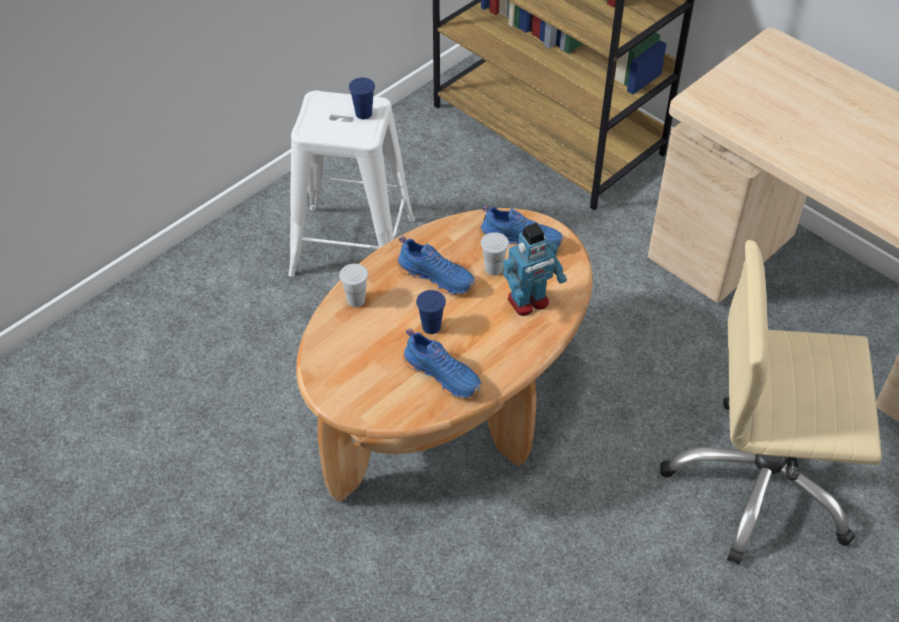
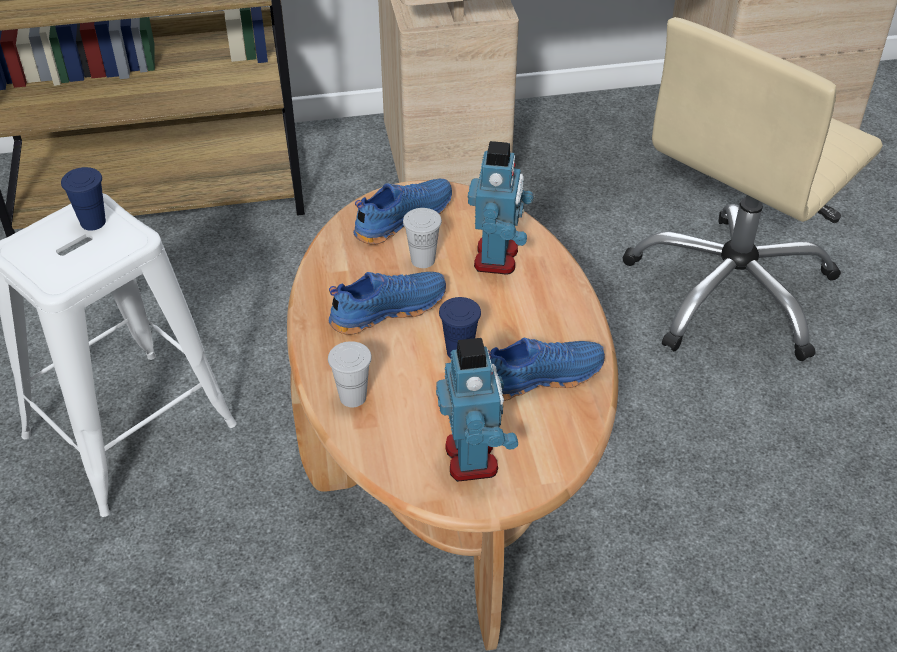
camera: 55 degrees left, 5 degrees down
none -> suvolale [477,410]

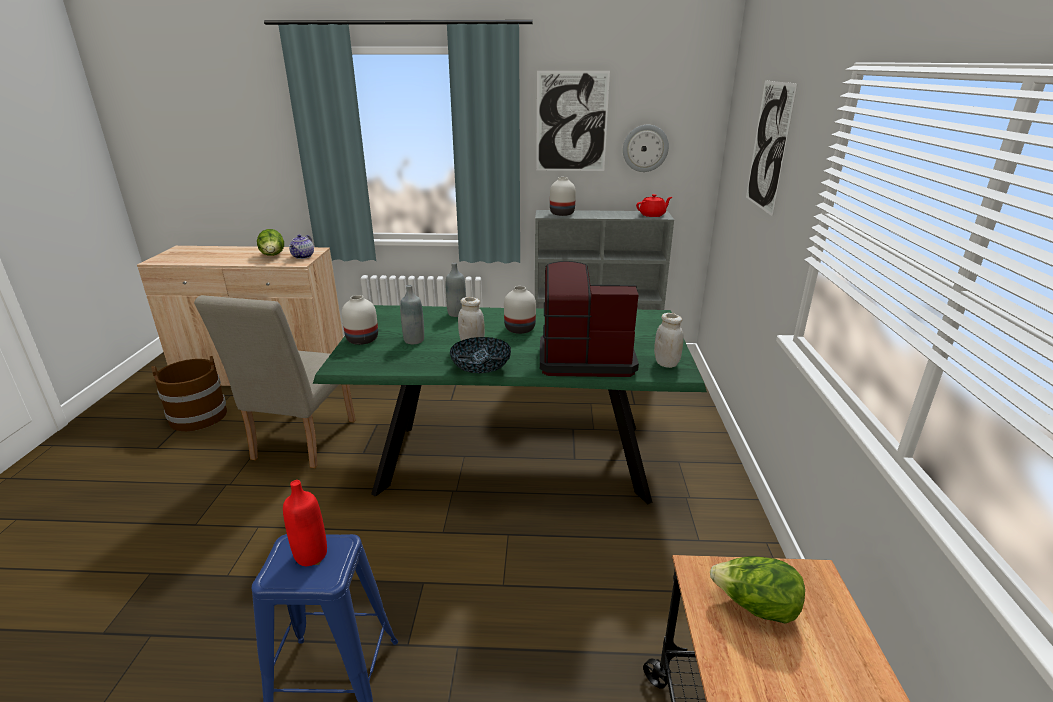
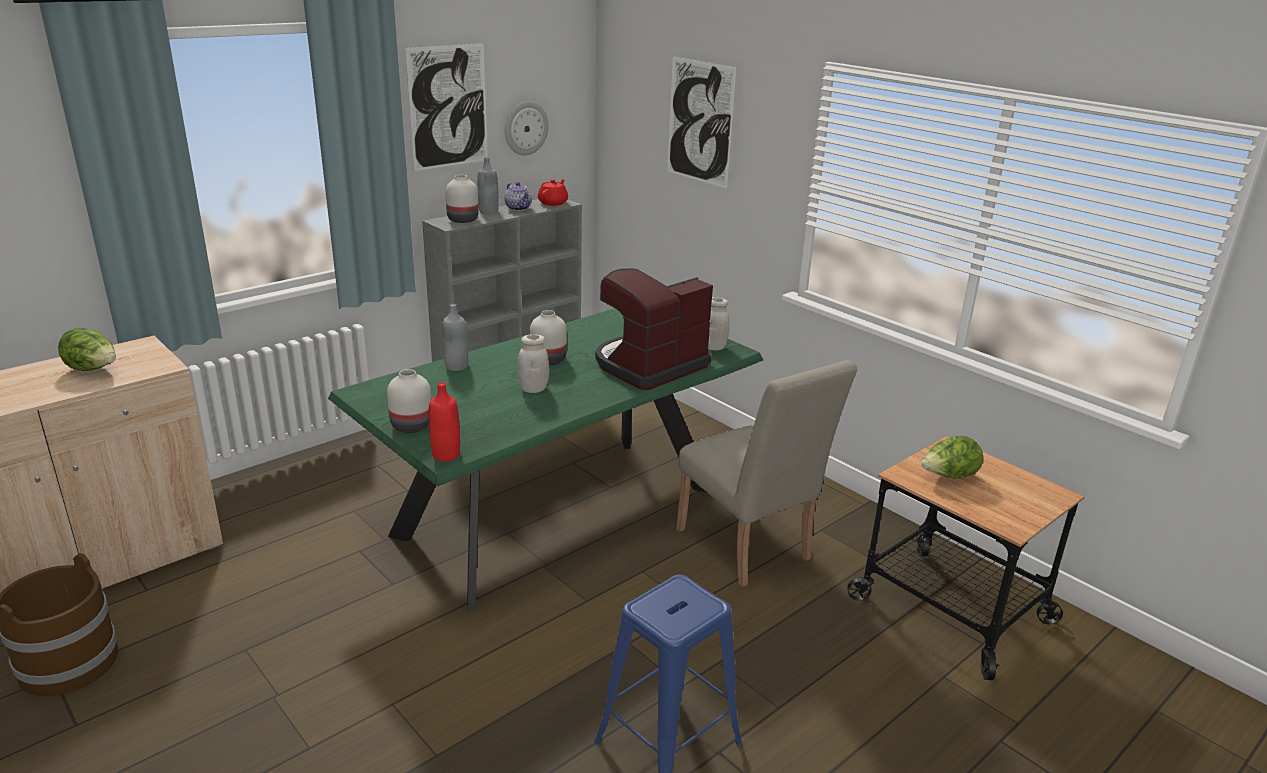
camera: 45 degrees left, 0 degrees up
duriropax [301,246] -> duriropax [518,196], moved
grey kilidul [412,314] -> grey kilidul [488,186], moved
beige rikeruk [275,381] -> beige rikeruk [766,473], moved
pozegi [480,355] -> none
red kilidul [305,523] -> red kilidul [444,421], moved

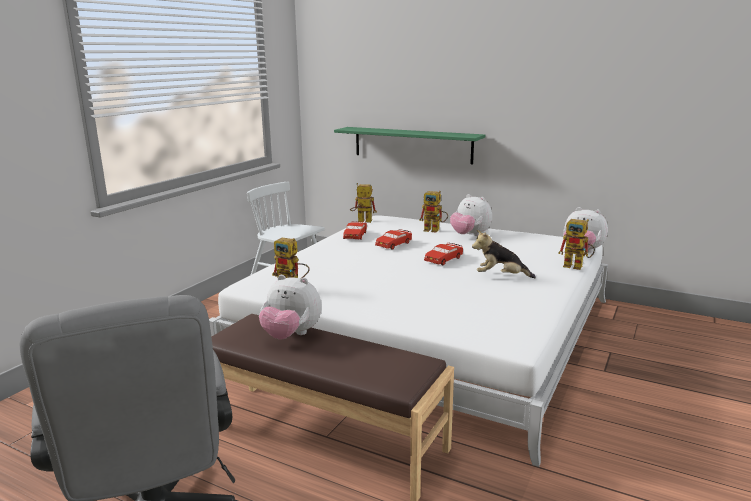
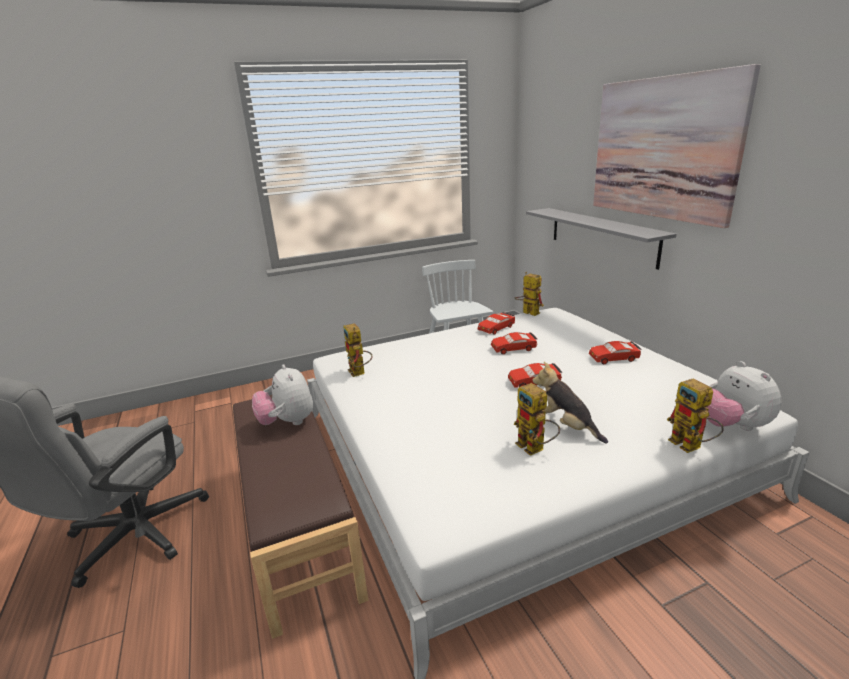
camera: 40 degrees right, 5 degrees up
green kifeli [409,145] -> grey kifeli [601,239]
suvolale [433,212] -> suvolale [537,419], moved
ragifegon [471,215] -> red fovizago [615,352]
none -> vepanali [677,146]

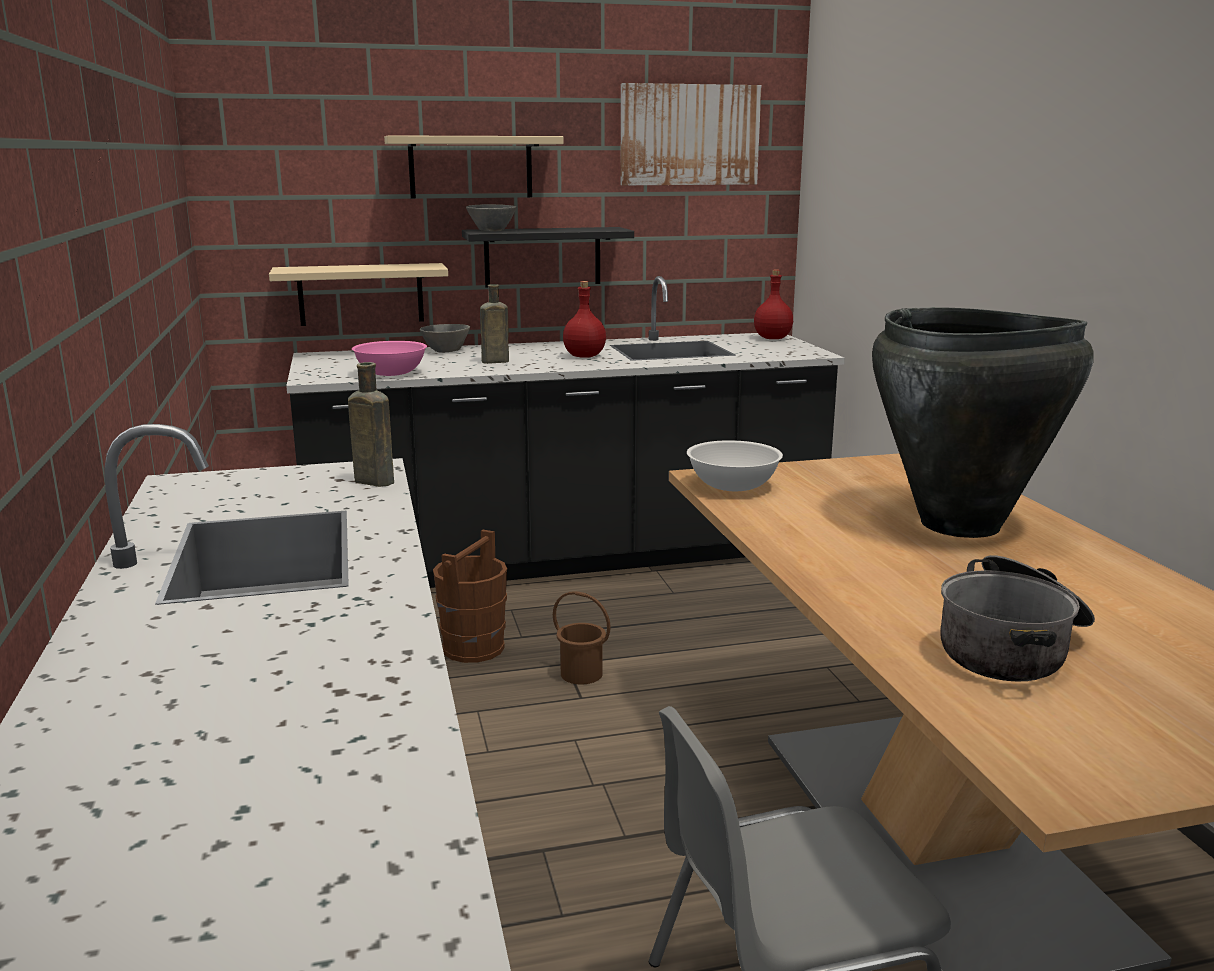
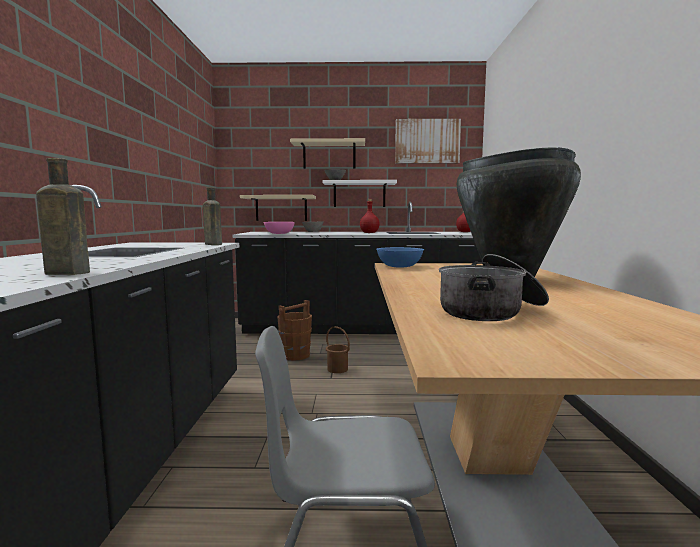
camera: 15 degrees right, 10 degrees down
black kifeli [548,257] -> white kifeli [360,193]
brown kilidul [494,324] -> brown kilidul [63,216], moved
white pozegi [735,465] -> blue pozegi [400,257]

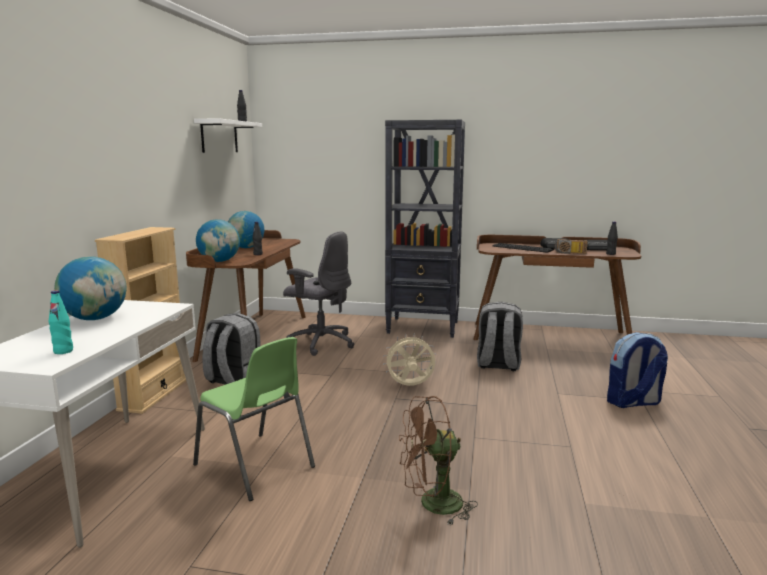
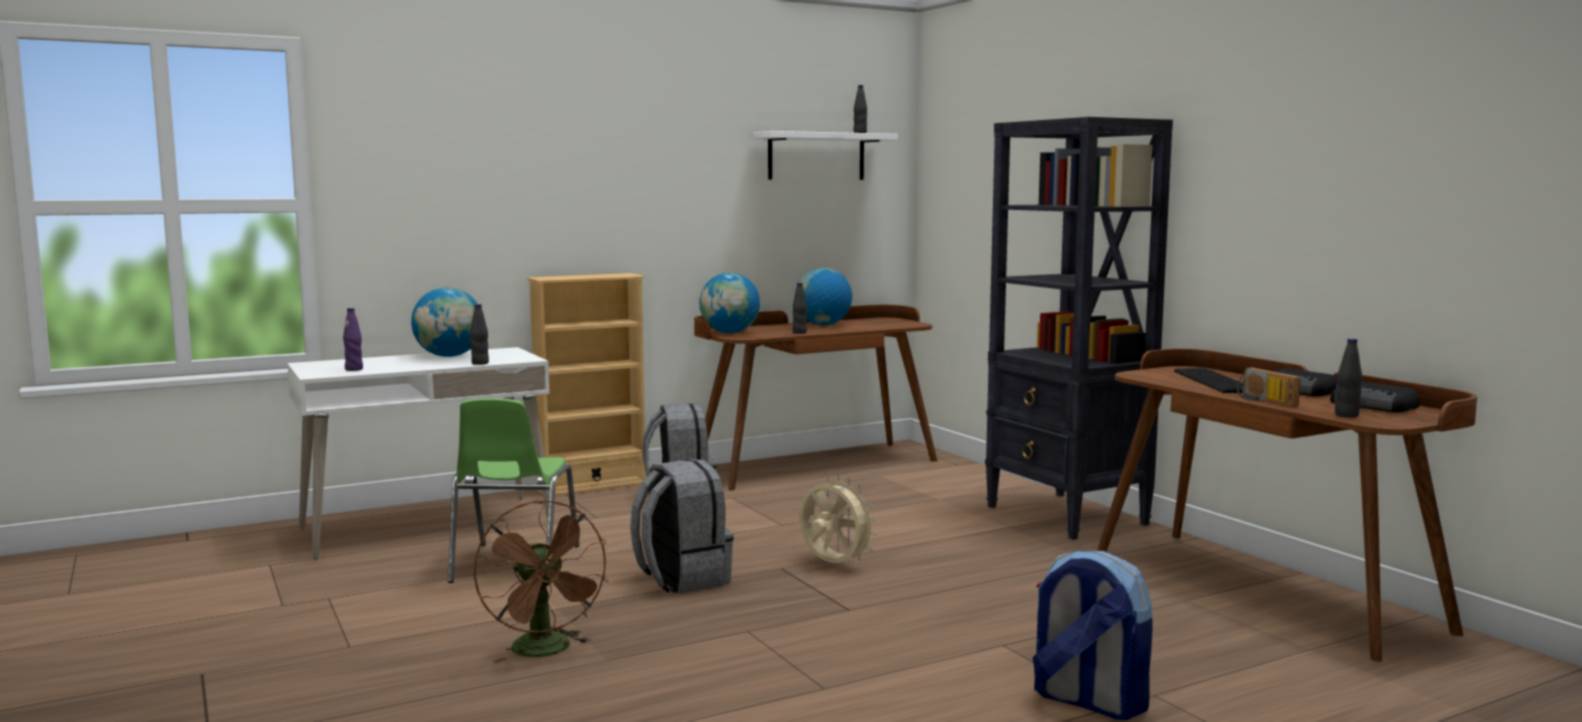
camera: 50 degrees right, 5 degrees down
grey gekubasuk [318,293] -> none
turquoise kilidul [61,322] -> purple kilidul [353,339]
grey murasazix [500,336] -> grey murasazix [682,526], moved
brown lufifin [438,461] -> brown lufifin [541,581], 150 degrees counterclockwise
none -> black kilidul [479,334]

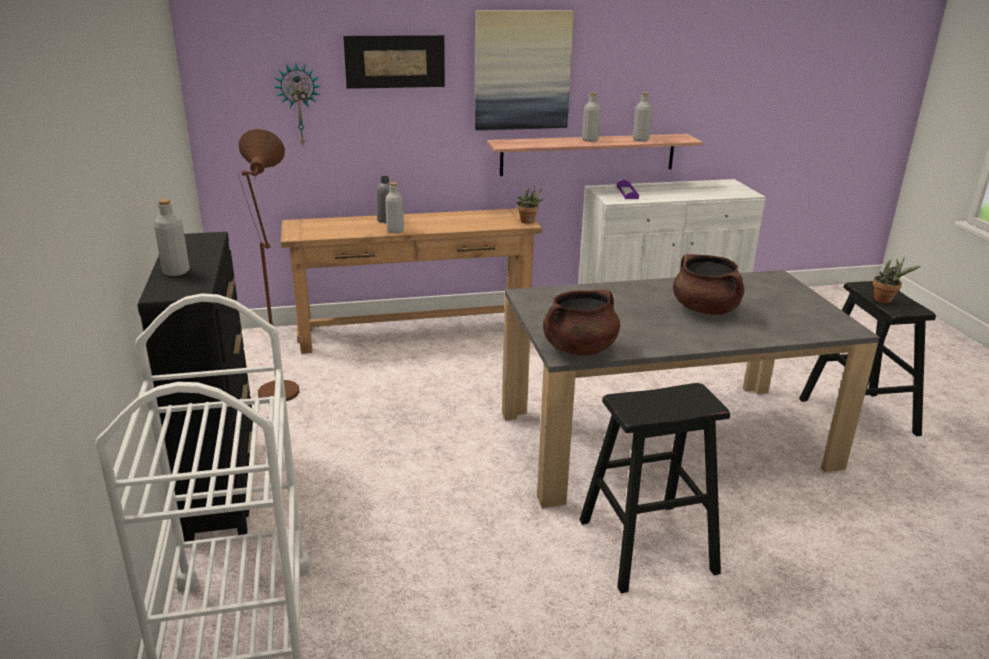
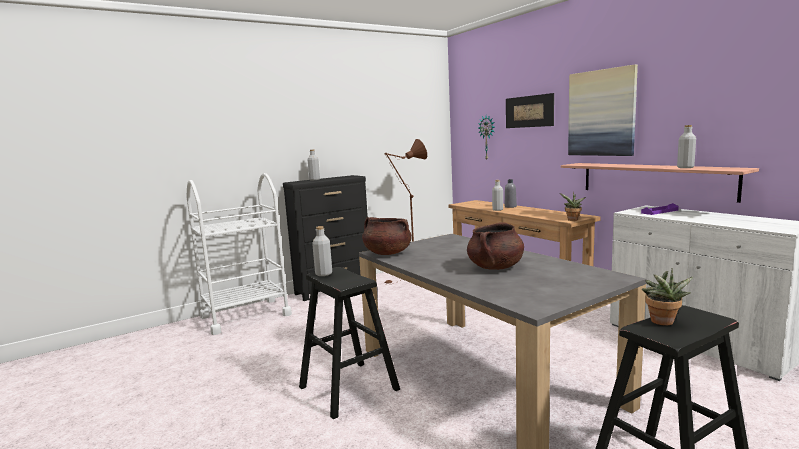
camera: 70 degrees right, 15 degrees down
grey kilidul [591,117] -> grey kilidul [322,251], moved

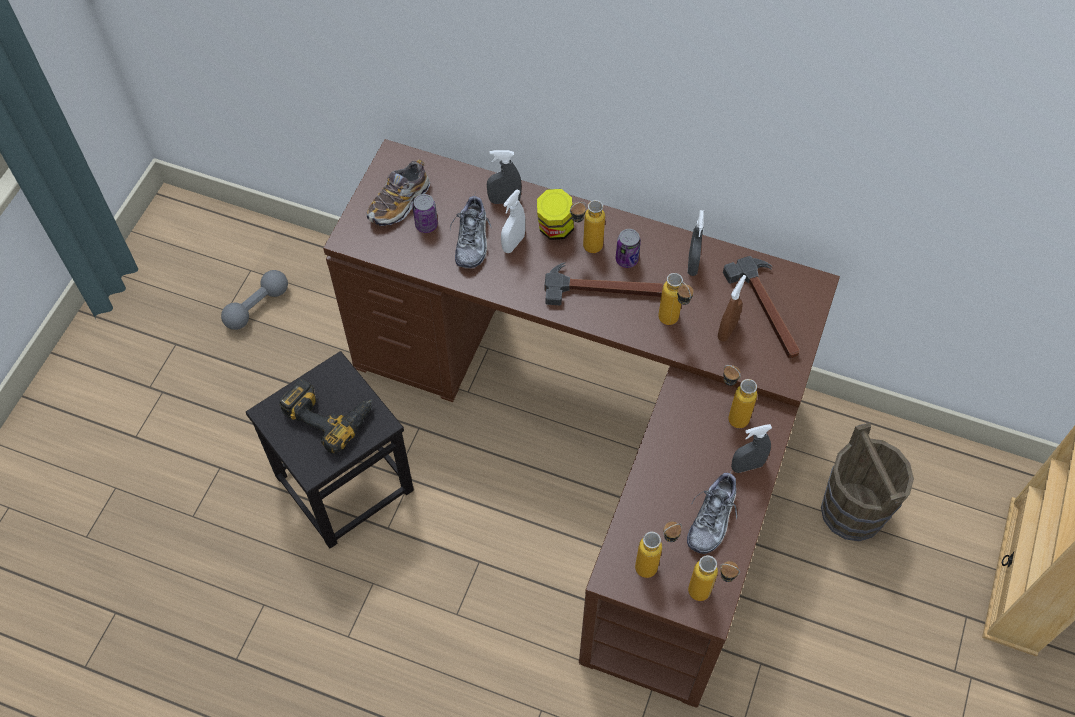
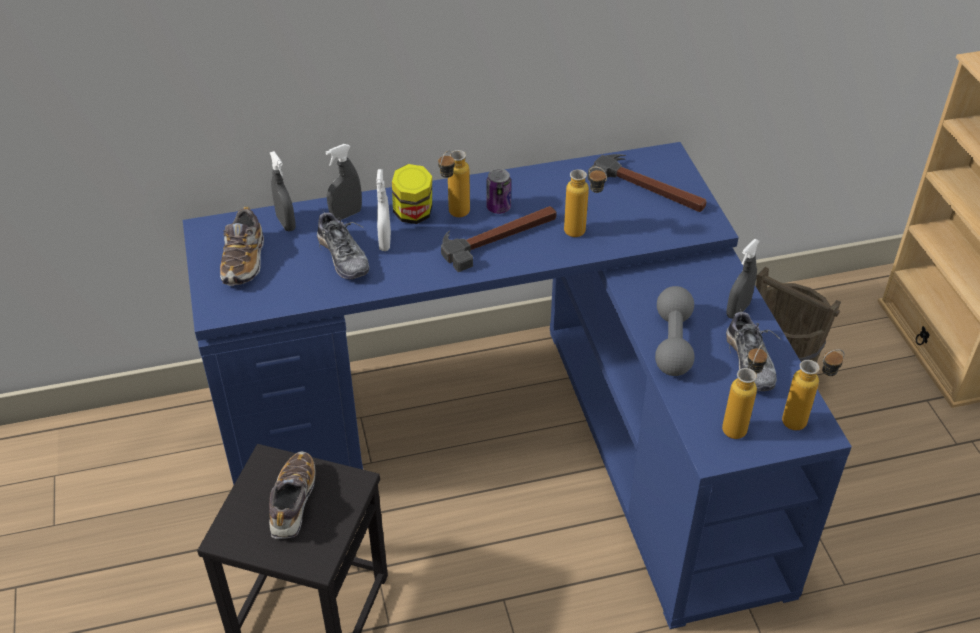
camera: 35 degrees left, 15 degrees down
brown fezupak [581,423] -> blue fezupak [517,385]
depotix [425,213] -> none
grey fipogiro [696,243] -> grey fipogiro [283,191], moved
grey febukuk [254,300] -> grey febukuk [675,331], moved
brown fipogiro [732,308] -> none
kilidul [740,396] -> none
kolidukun [325,416] -> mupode [292,495]

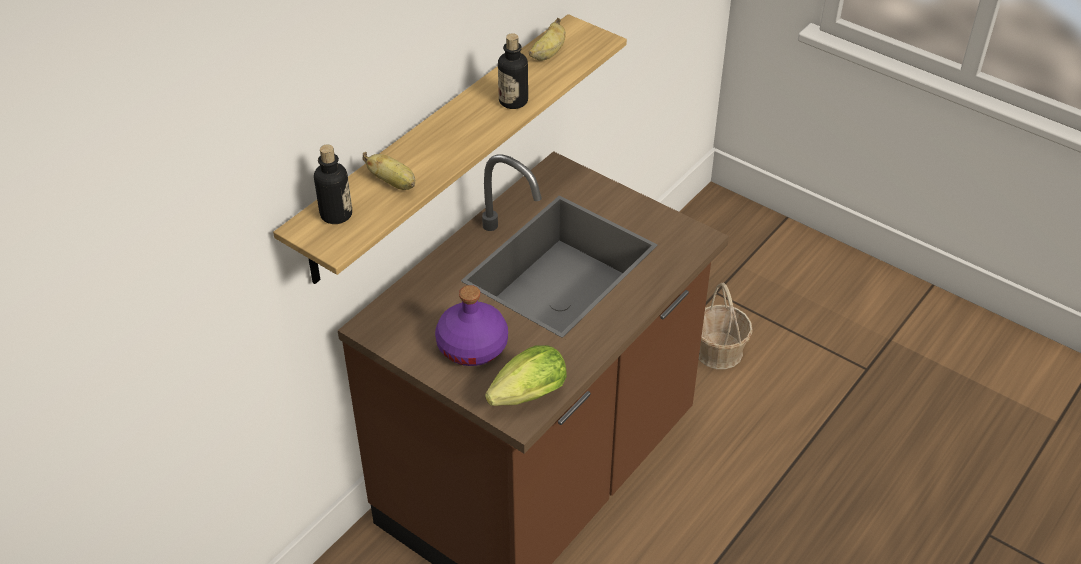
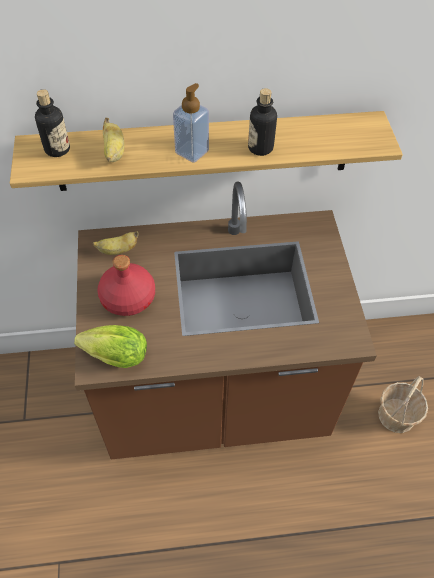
camera: 45 degrees right, 10 degrees up
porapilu [547,39] -> porapilu [116,243], moved
purple kilidul [471,325] -> red kilidul [126,285]
none -> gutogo [191,123]

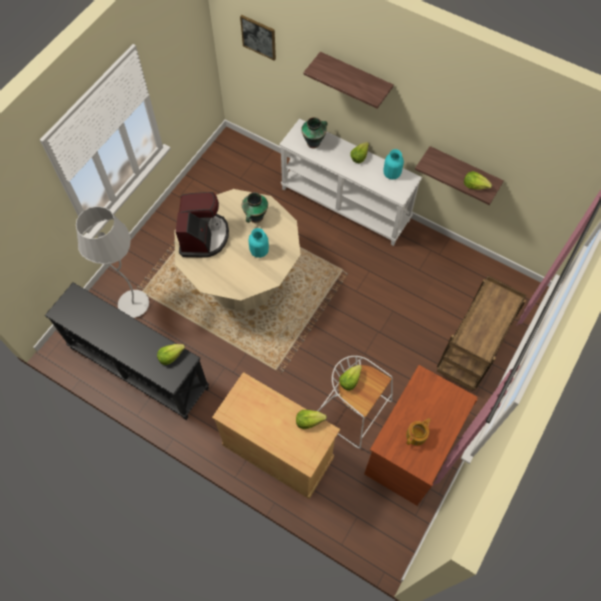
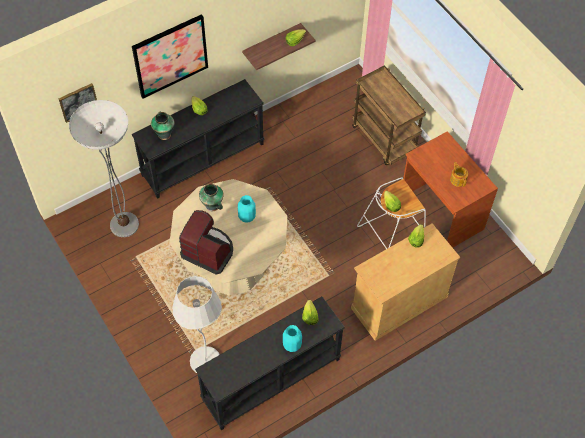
camera: 65 degrees left, 5 degrees down
kifeli [348,80] -> vepanali [170,56]
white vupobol [350,182] -> black vupobol [198,139]
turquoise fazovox [393,164] -> turquoise fazovox [292,338], moved
none -> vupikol [104,168]

